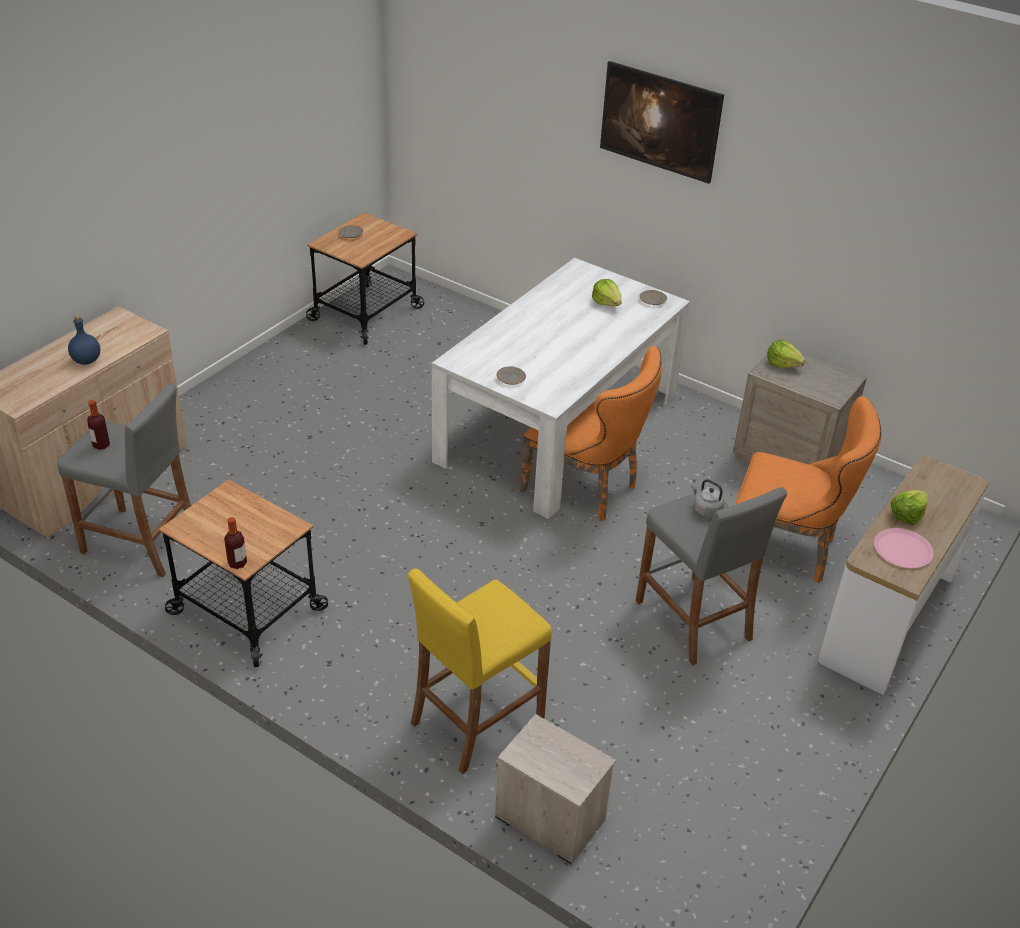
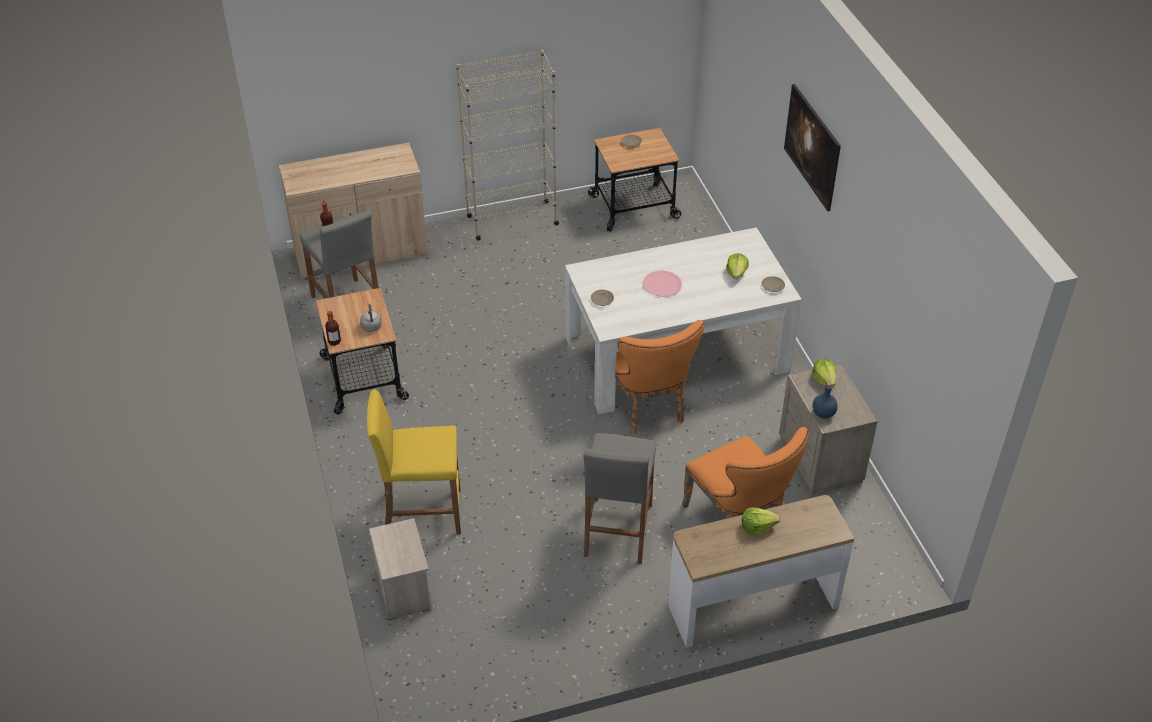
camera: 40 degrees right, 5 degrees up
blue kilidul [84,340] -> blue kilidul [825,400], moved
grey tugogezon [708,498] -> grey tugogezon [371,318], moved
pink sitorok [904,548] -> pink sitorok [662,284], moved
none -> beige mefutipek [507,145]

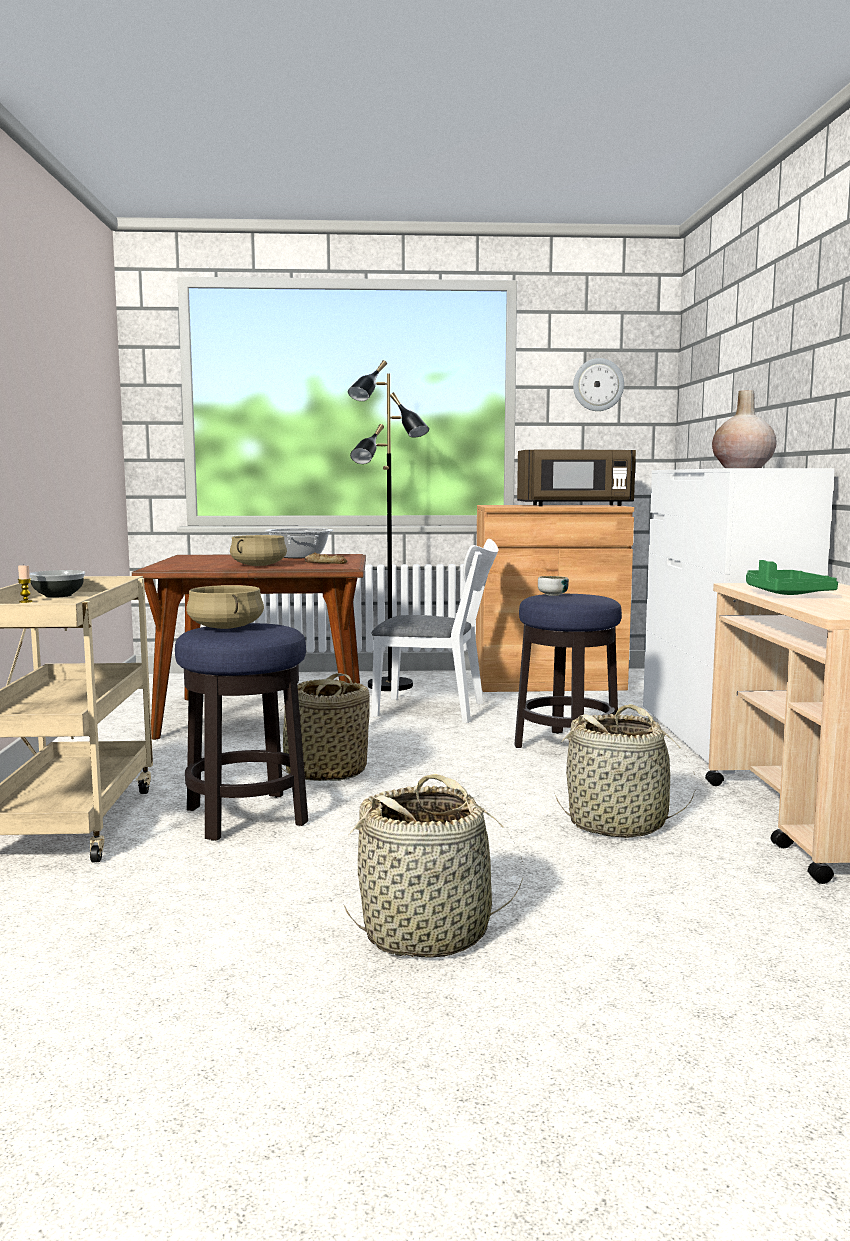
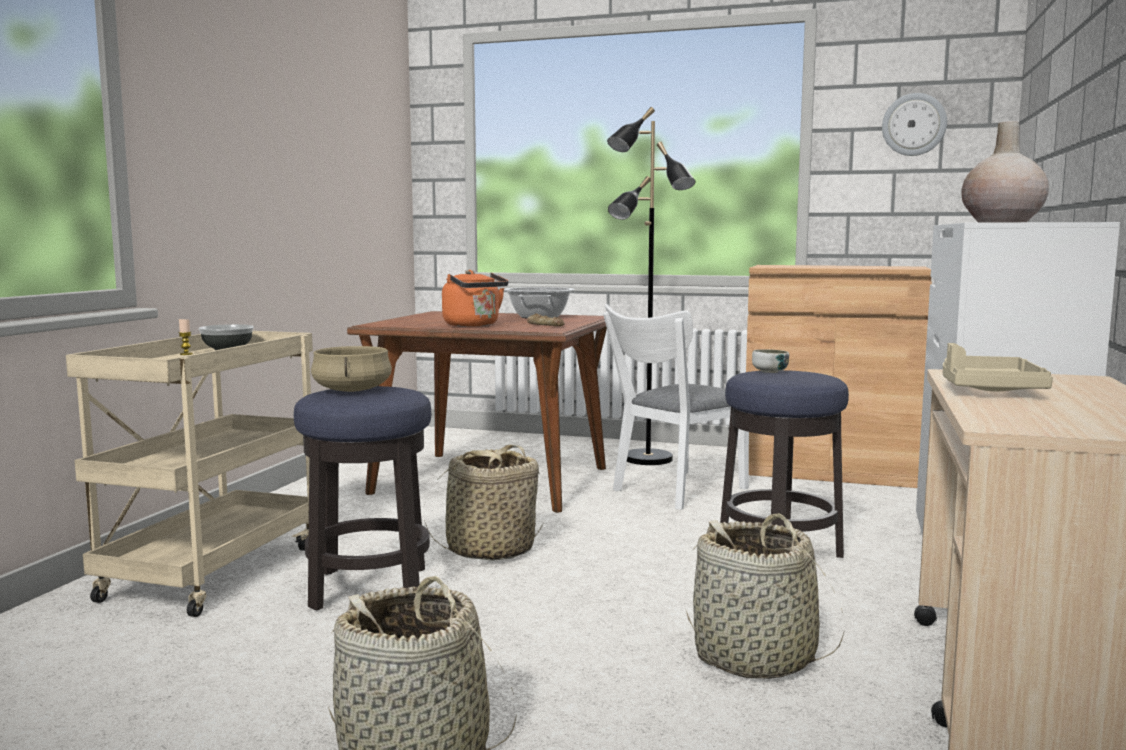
camera: 20 degrees right, 0 degrees up
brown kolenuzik [576,477] -> none
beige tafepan [258,550] -> orange tugogezon [475,298]
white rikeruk [434,631] -> white rikeruk [676,407], 105 degrees clockwise
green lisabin [792,577] -> beige lisabin [998,367]

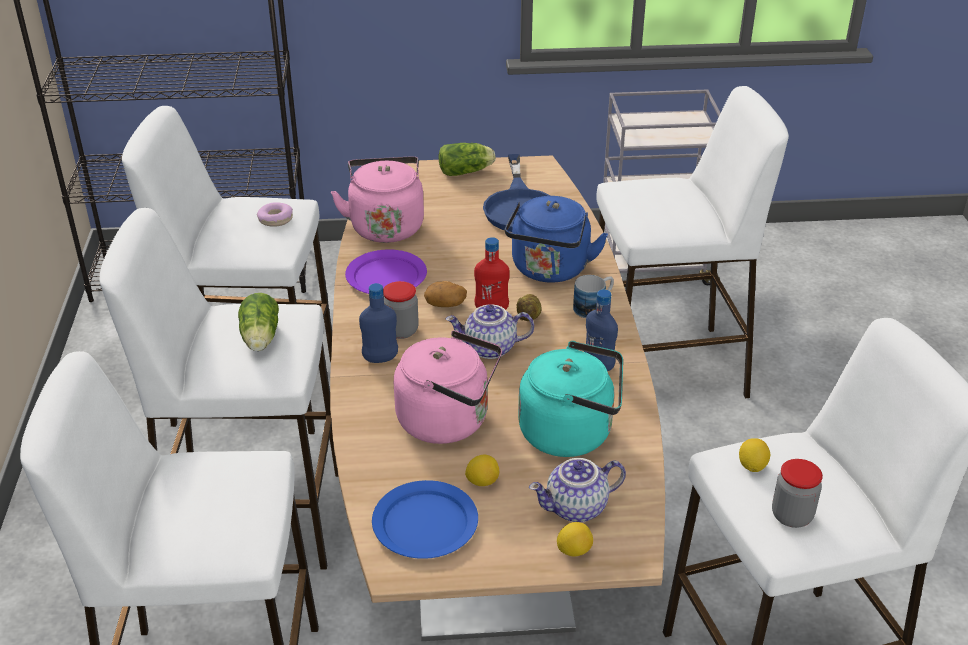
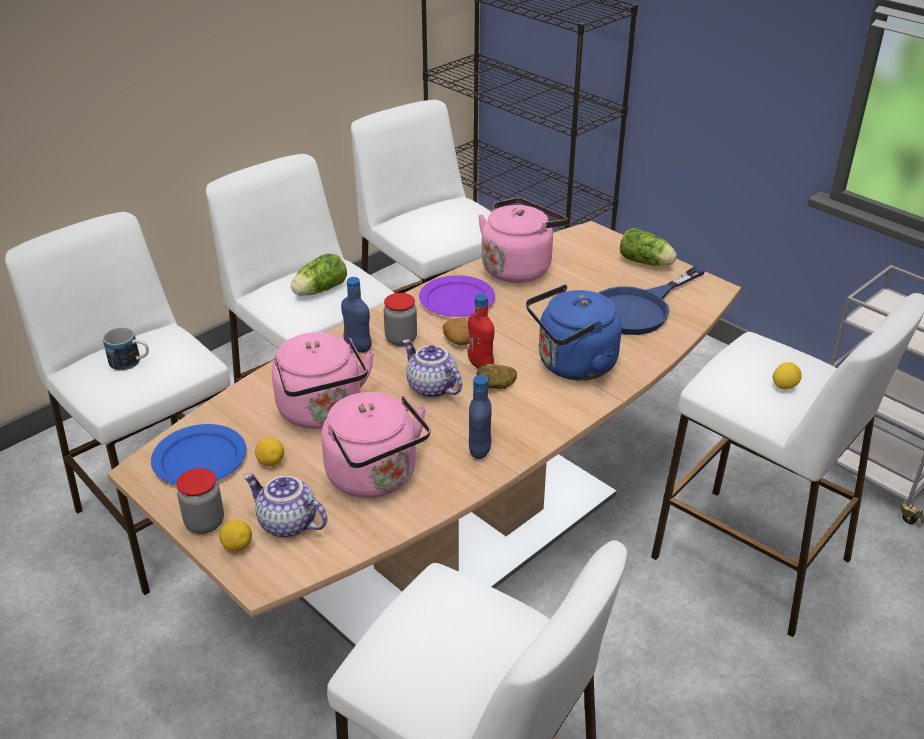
camera: 50 degrees right, 0 degrees up
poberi [275,214] -> none
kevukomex [593,296] -> kevukomex [126,349], moved
turquoise tugogezon [570,399] -> pink tugogezon [376,445]
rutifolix [754,455] -> rutifolix [787,376], moved
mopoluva [797,493] -> mopoluva [200,501], moved

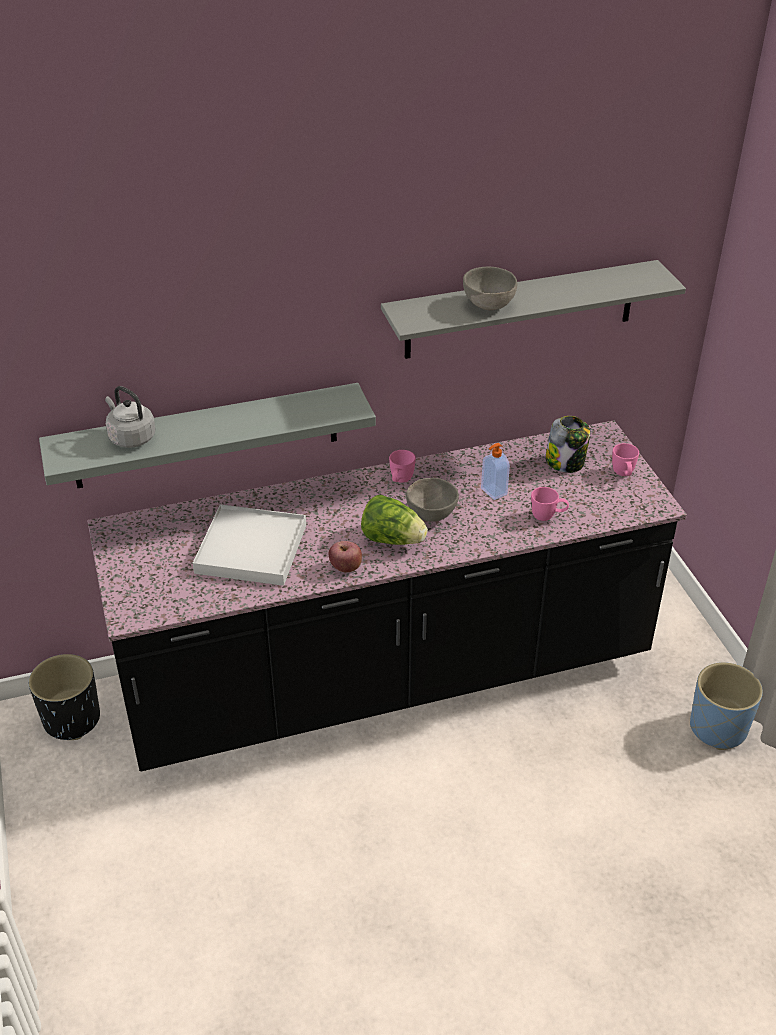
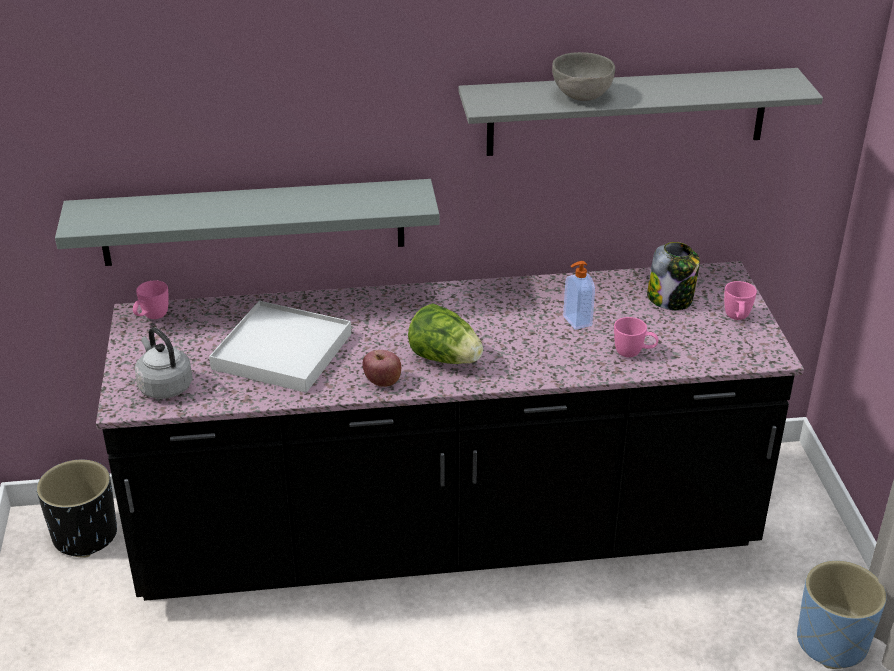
camera: 10 degrees right, 5 degrees down
grey tugogezon [130,417] -> grey tugogezon [164,363], moved
pink kevukomex [402,466] -> pink kevukomex [151,300], moved
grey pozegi [432,500] -> none

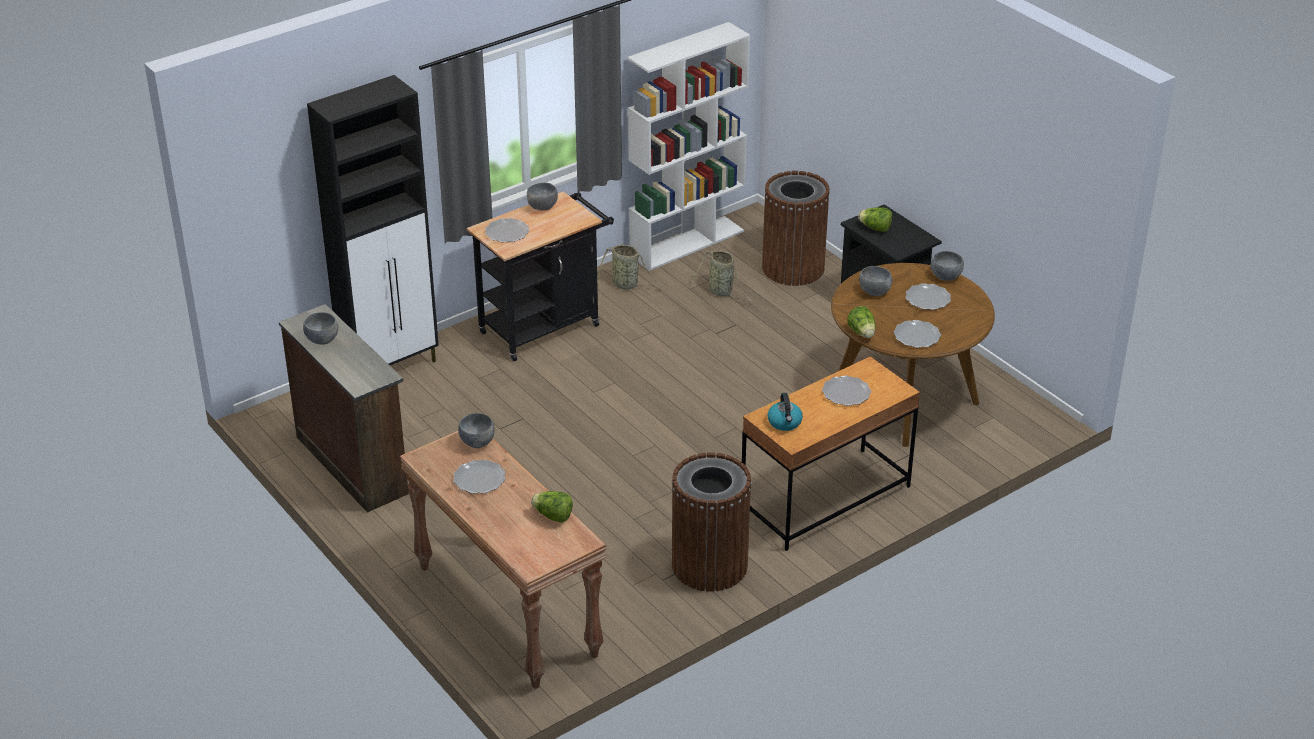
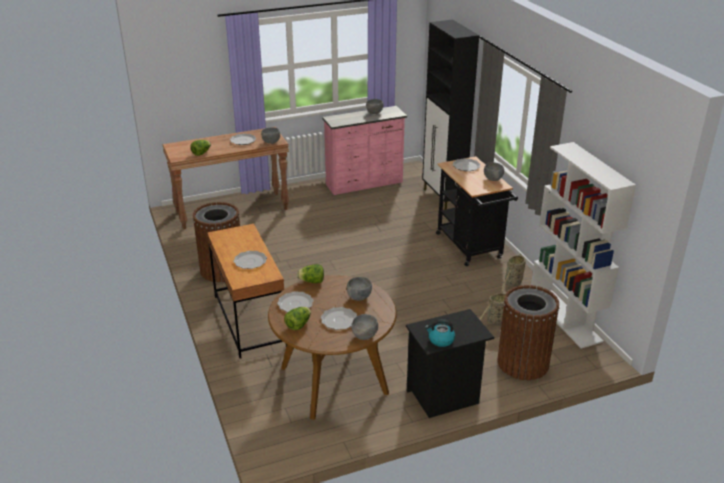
camera: 105 degrees right, 5 degrees down
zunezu [875,219] -> zunezu [297,318], moved
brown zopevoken [344,408] -> pink zopevoken [364,150]
tugogezon [785,412] -> tugogezon [440,333], moved

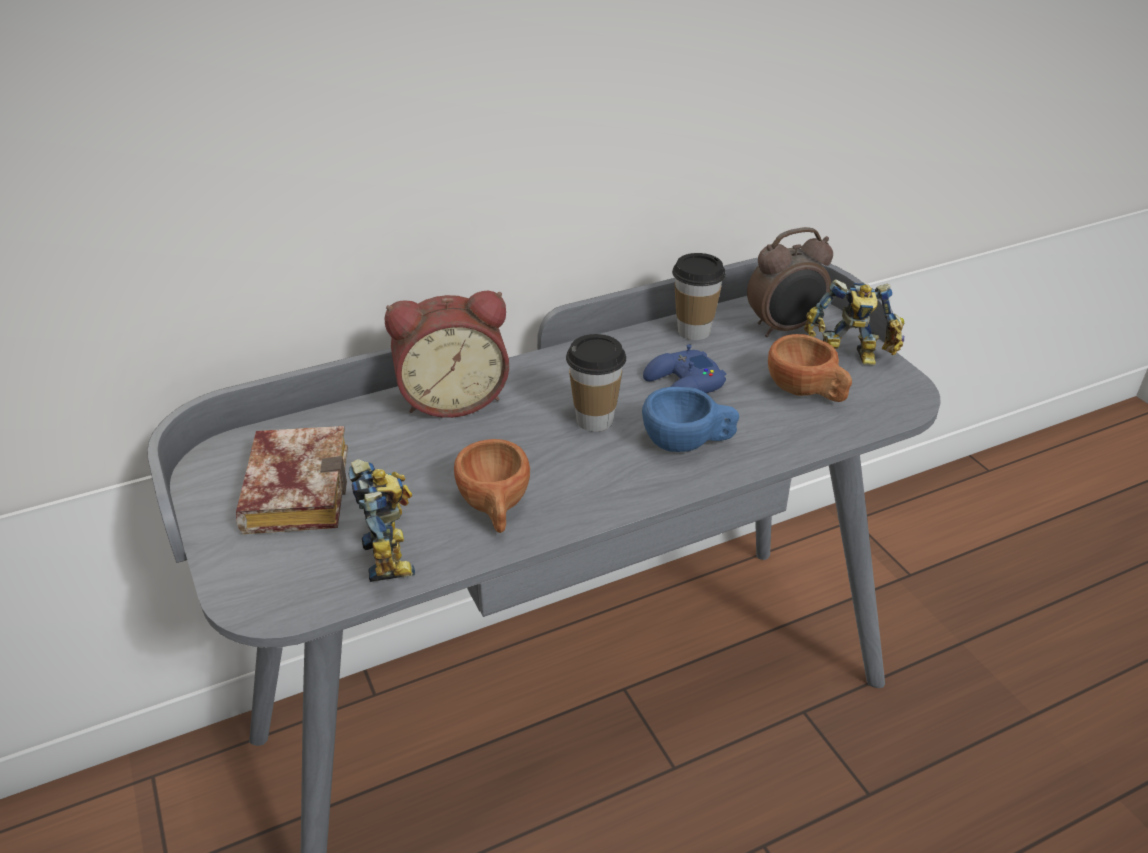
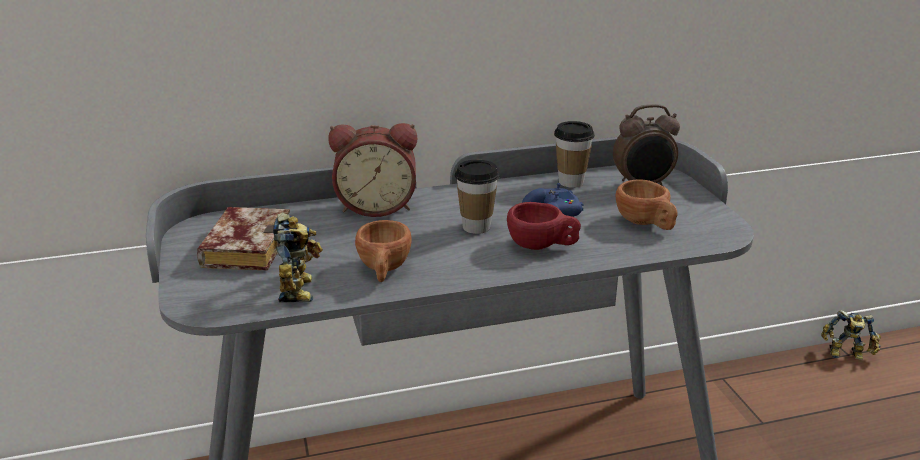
camera: 10 degrees right, 10 degrees down
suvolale [854,322] -> suvolale [851,335], moved
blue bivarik [690,419] -> red bivarik [544,226]

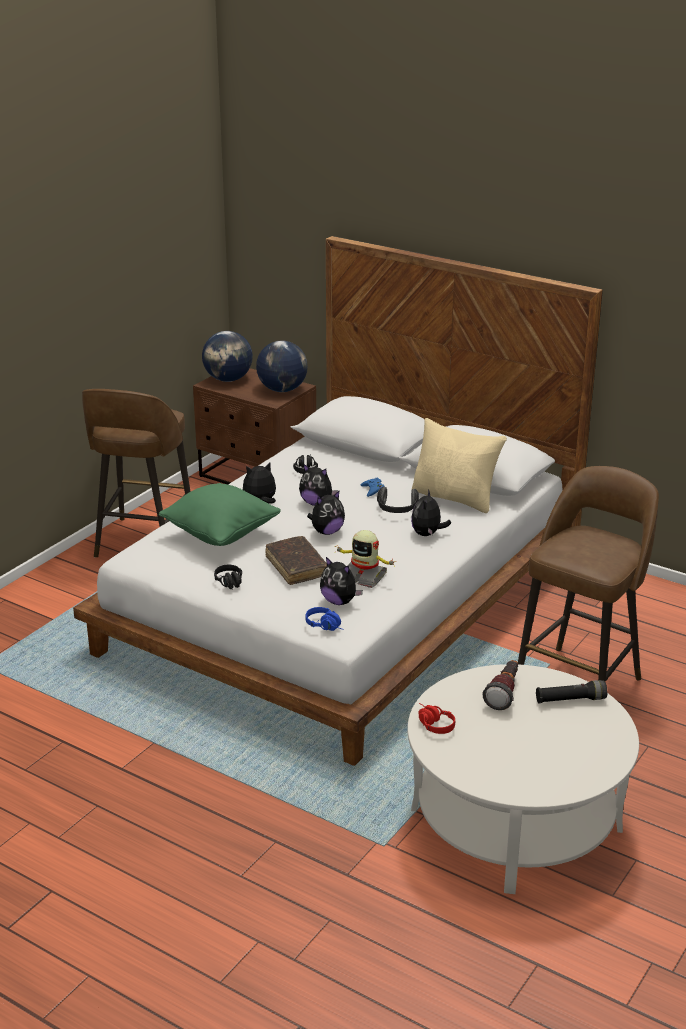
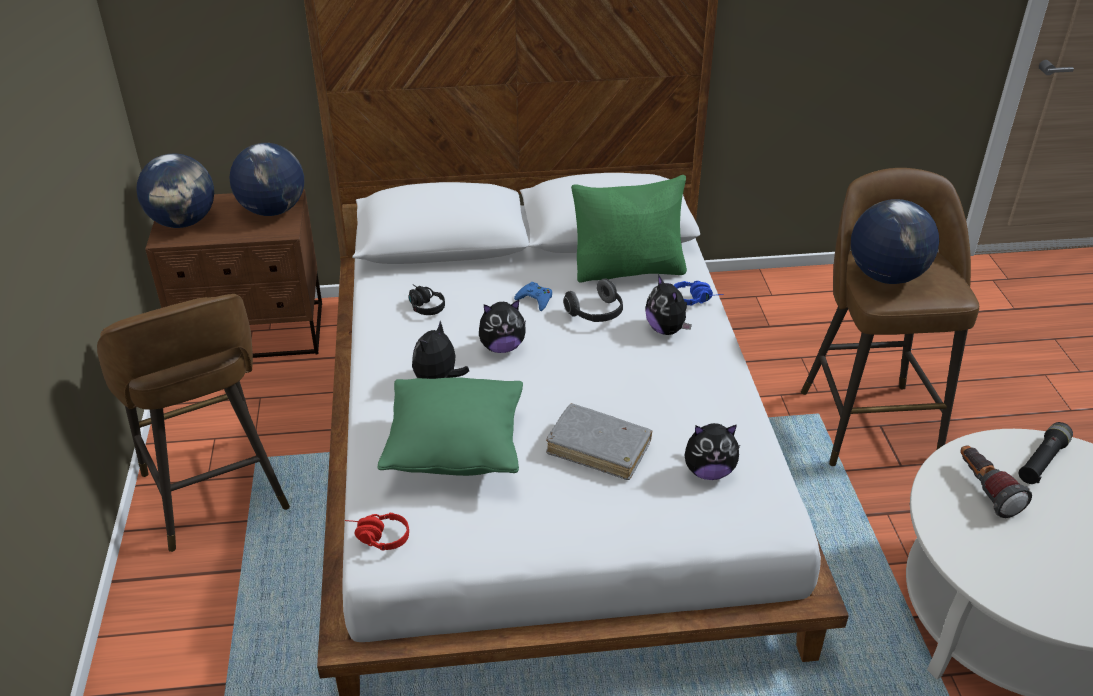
camera: 40 degrees left, 10 degrees up
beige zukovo [459,465] -> green zukovo [629,229]
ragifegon [326,512] -> none
suvolale [366,559] -> none
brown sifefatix [296,560] -> grey sifefatix [599,441]
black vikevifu [228,577] -> none
blue vikevifu [324,619] -> blue vikevifu [699,293], moved
red vikevifu [436,718] -> red vikevifu [377,532], moved
none -> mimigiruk [895,241]

